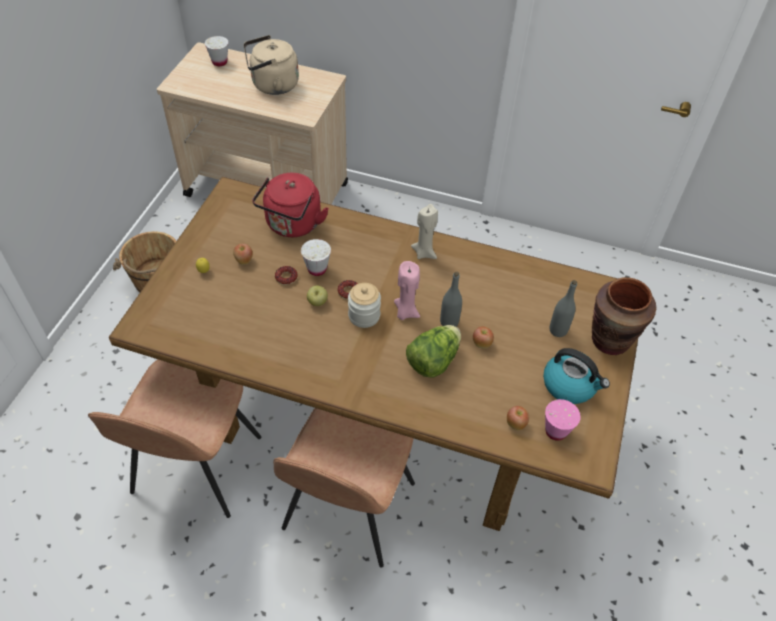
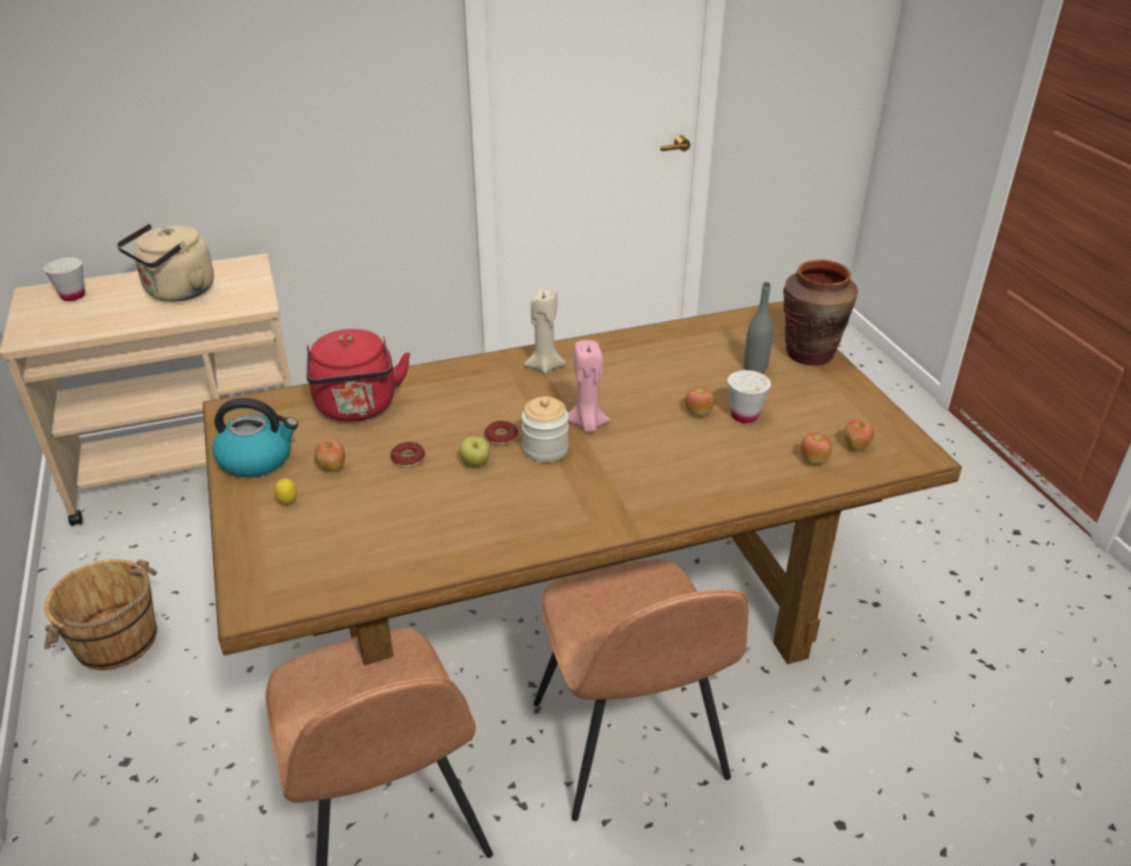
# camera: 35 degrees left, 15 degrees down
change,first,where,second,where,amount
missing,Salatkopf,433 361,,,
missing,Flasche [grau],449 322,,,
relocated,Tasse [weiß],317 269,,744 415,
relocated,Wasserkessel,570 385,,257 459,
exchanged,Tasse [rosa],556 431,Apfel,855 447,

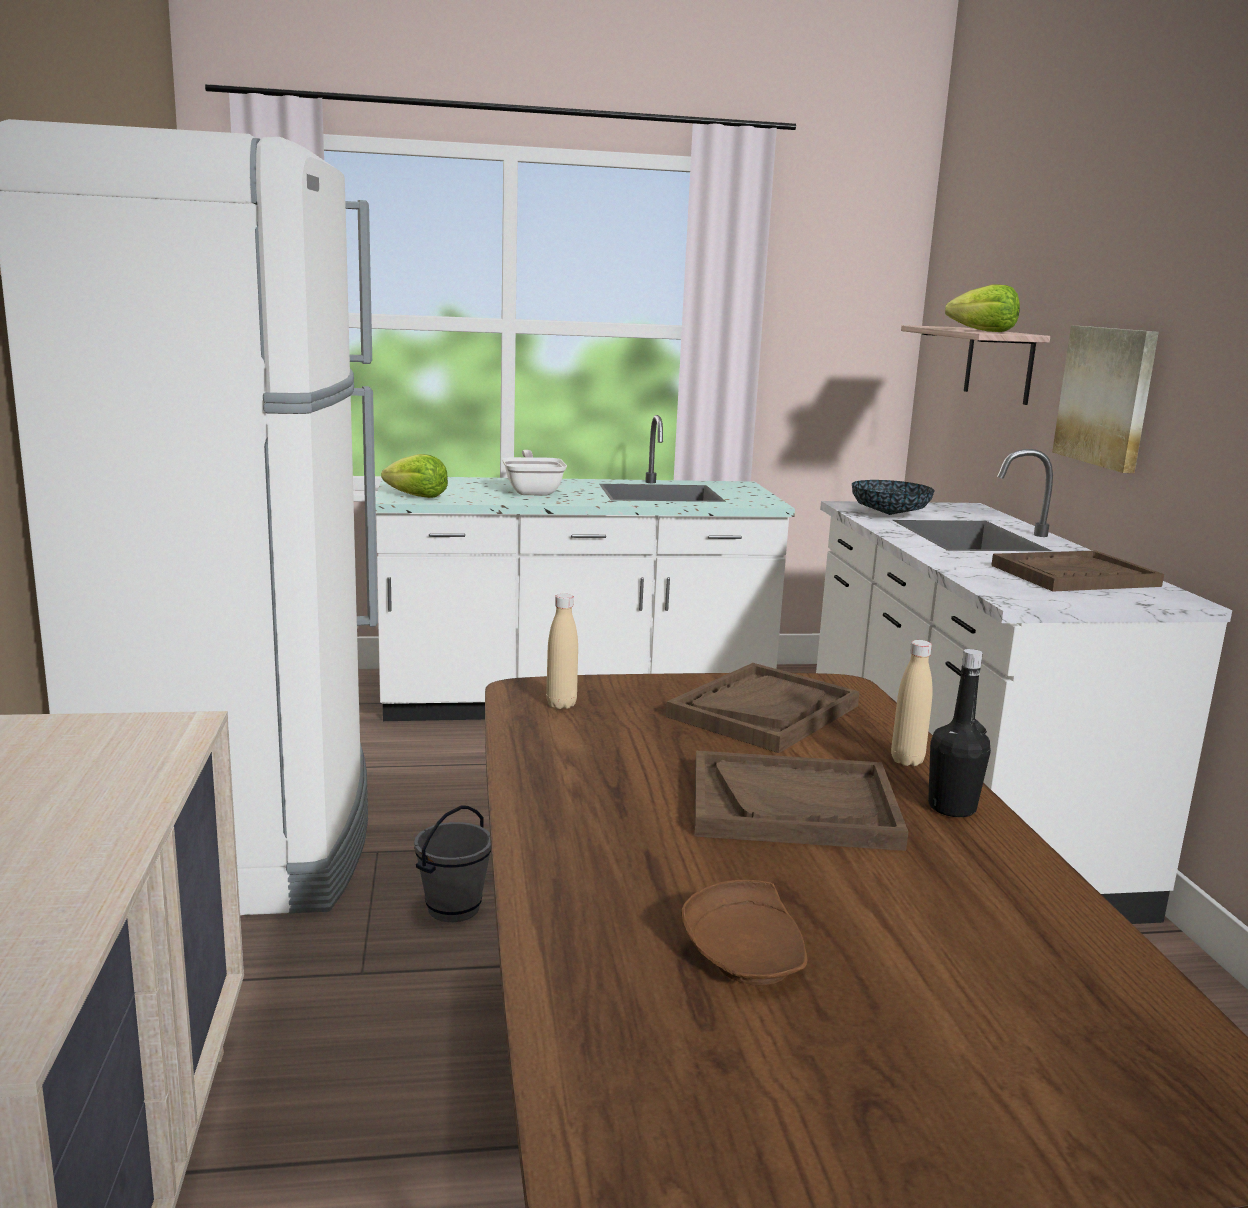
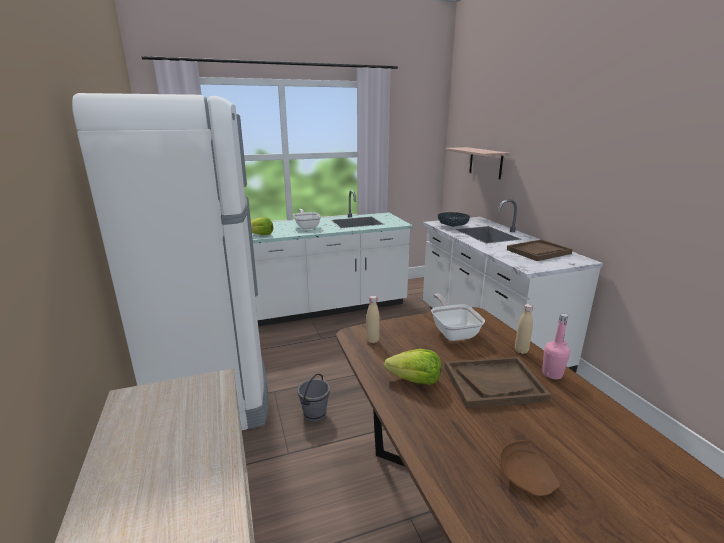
# camera: 10 degrees left, 5 degrees up
change,first,where,second,where,amount
missing,Bild,1107 396,,,
relocated,Salatkopf,983 331,,415 381,
exchanged,Tablett [braun],763 711,Pfanne,453 332,
colour,Flasche [schwarz],952 807,Flasche [rosa],552 374,

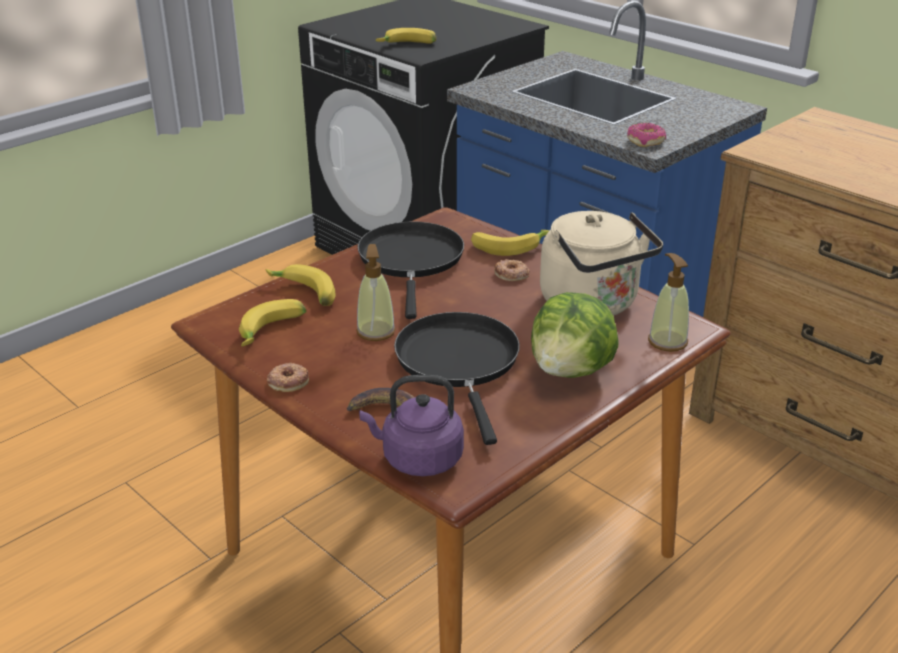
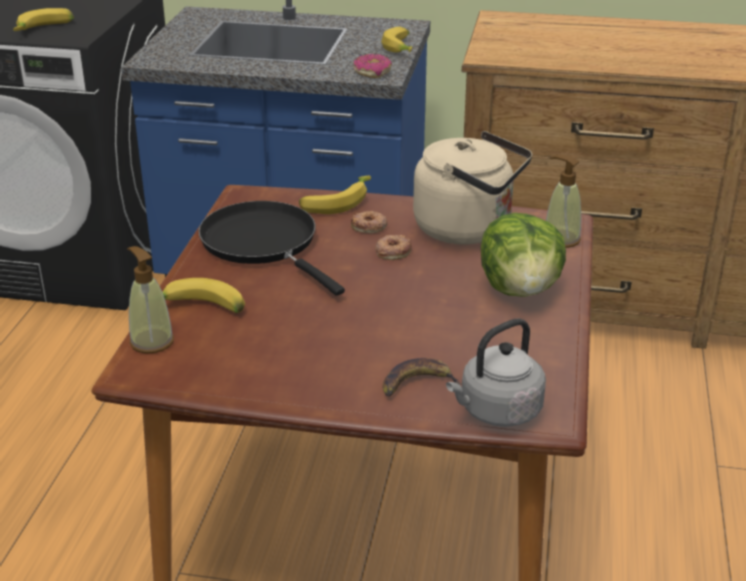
# camera: 35 degrees left, 0 degrees up
change,first,where,second,where,amount
missing,Pfanne [schwarz],459 363,,,
relocated,Banane,272 332,,402 49,
relocated,Donut,288 381,,392 251,
relocated,Seifenspender,376 331,,151 341,
colour,Wasserkessel [lila],418 459,Wasserkessel [grau],497 412,

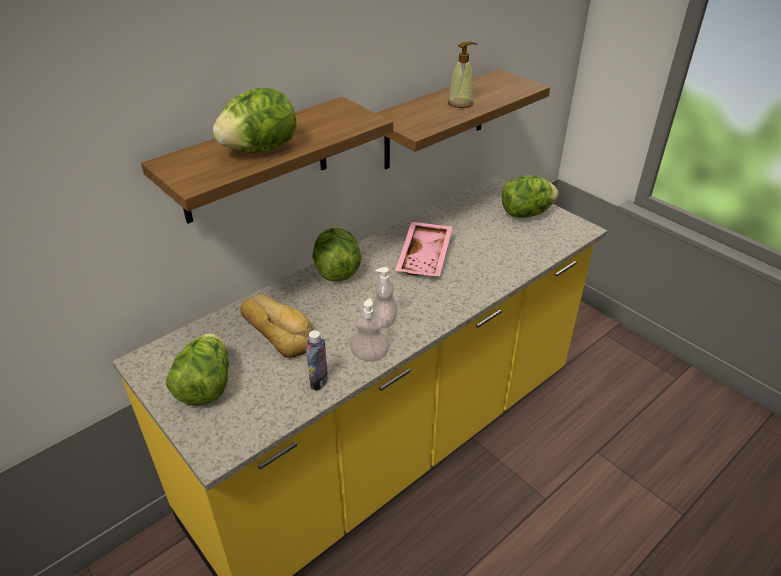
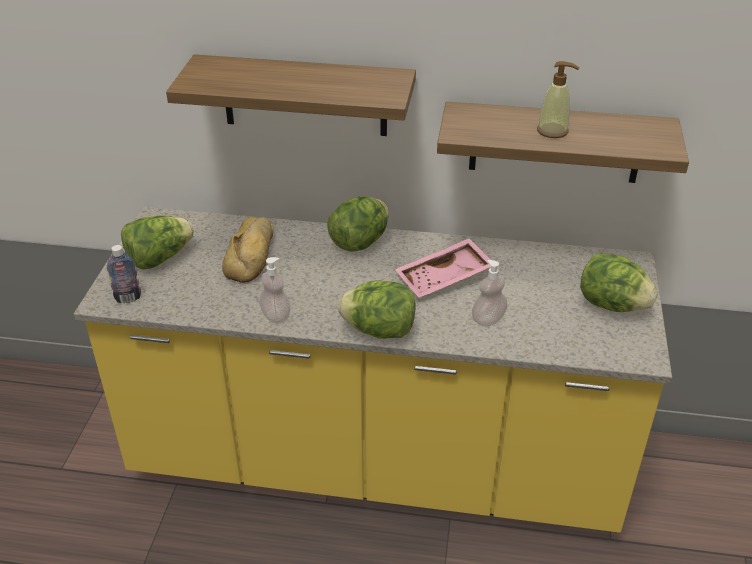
# camera: 50 degrees right, 0 degrees up
change,first,where,second,where,amount
relocated,Salatkopf,260 149,,379 330,
relocated,Flasche,319 382,,128 298,
relocated,Seifenspender,384 321,,488 319,

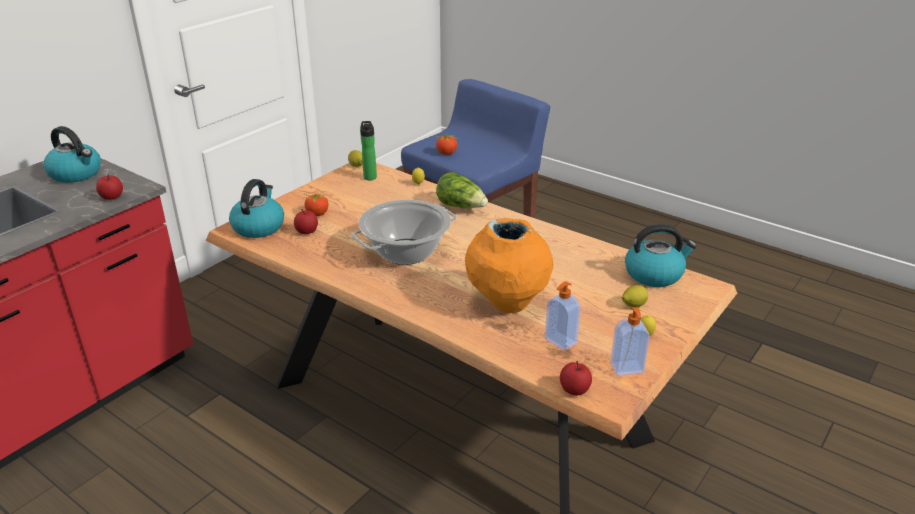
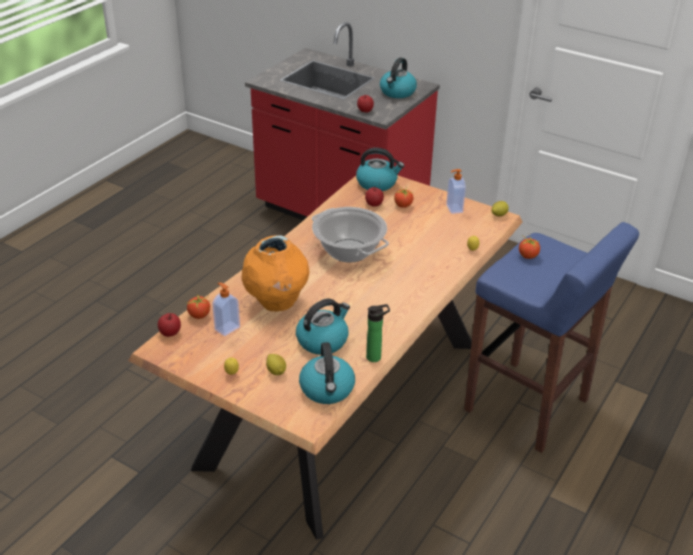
# camera: 85 degrees right, 5 degrees up
change,first,where,second,where,amount
missing,Salatkopf,461 206,,,
appeared,,,Tomate,199 315,
appeared,,,Wasserkessel,322 340,
relocated,Flasche,370 176,,376 357,
relocated,Seifenspender,627 369,,453 209,

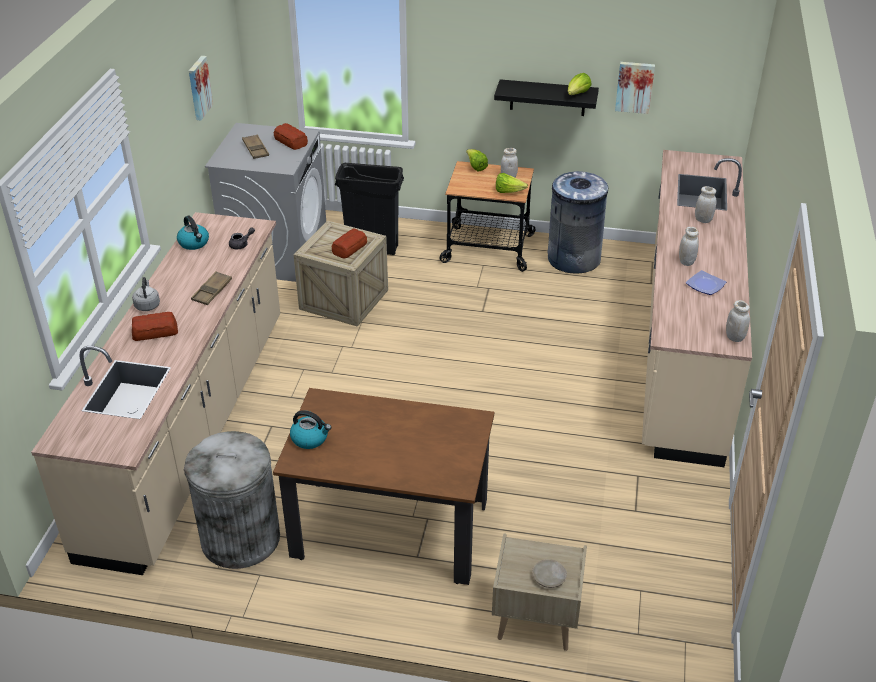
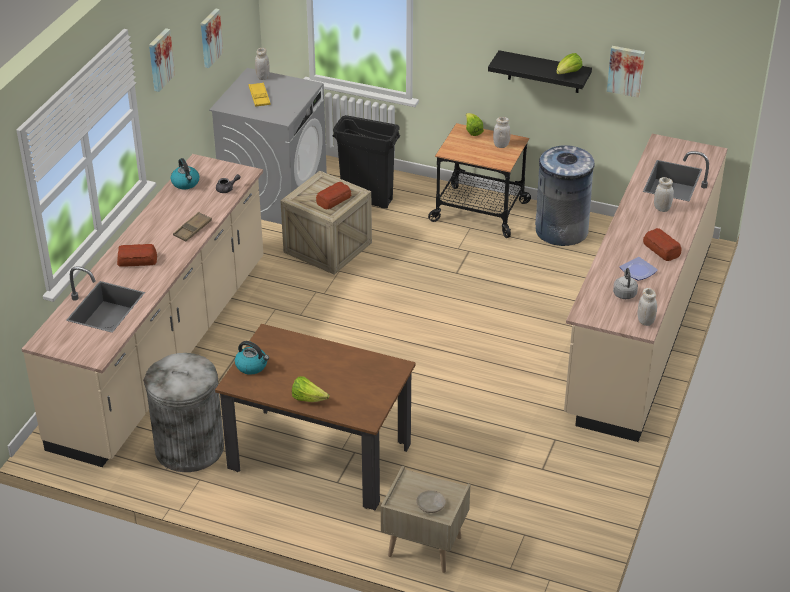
# camera: 10 degrees right, 0 degrees up
change,first,where,second,where,amount
appeared,,,Bild,159 59,
relocated,Wasserkessel [grau],147 305,,624 293,
relocated,Brot,291 142,,661 249,
relocated,Salatkopf,508 192,,308 399,
relocated,Vorratsglas [weiß],686 262,,262 77,
colour,Tablett [braun],255 149,Tablett [gelb],259 97,

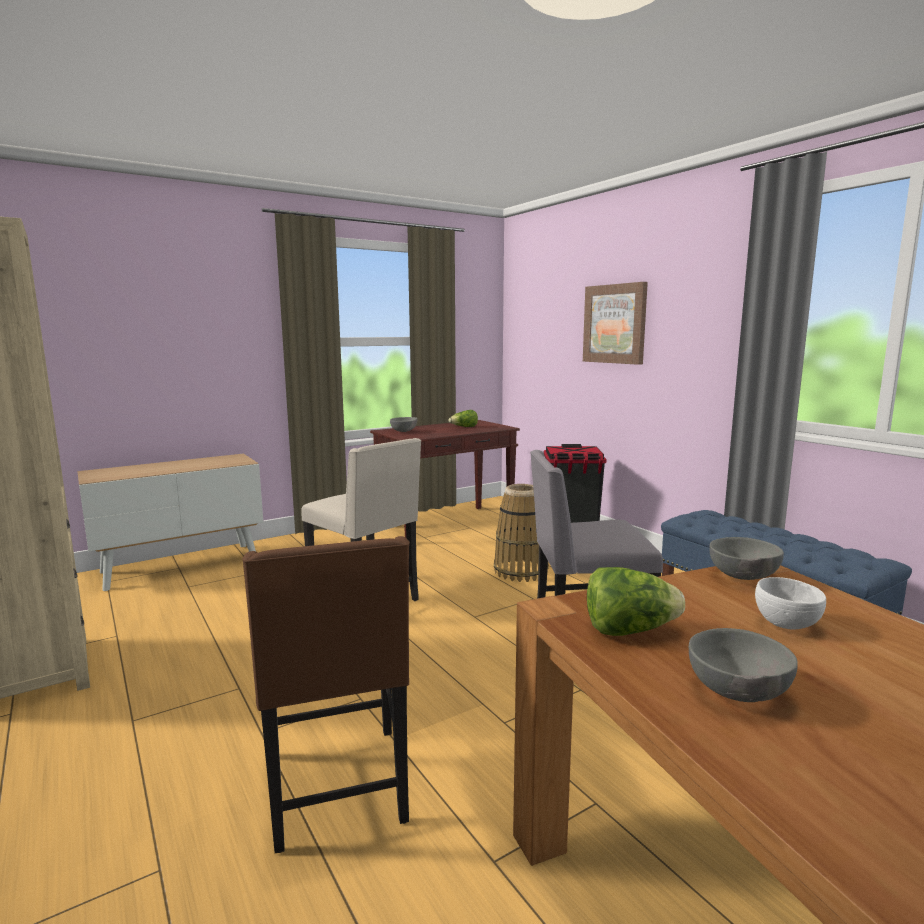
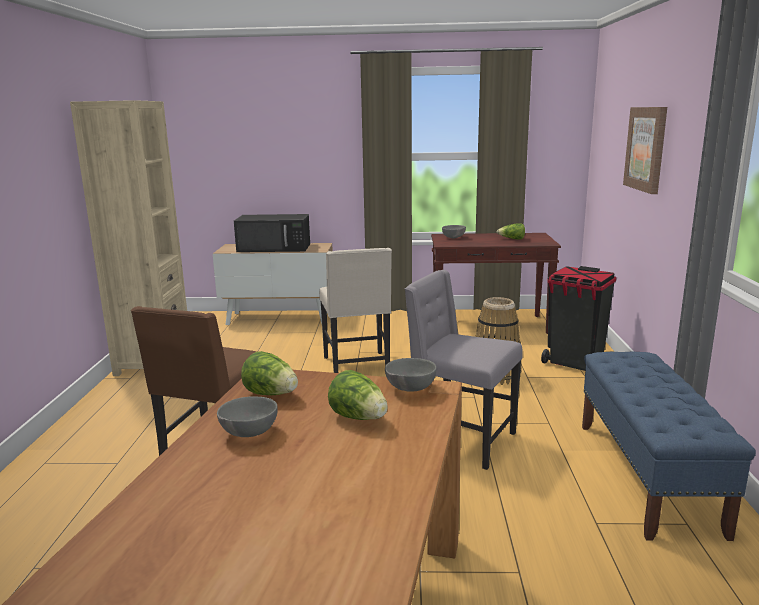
# camera: 35 degrees right, 5 degrees up
change,first,where,second,where,amount
appeared,,,Mikrowelle [schwarz],275 248,
exchanged,Schüssel [weiß],785 624,Salatkopf,359 418,

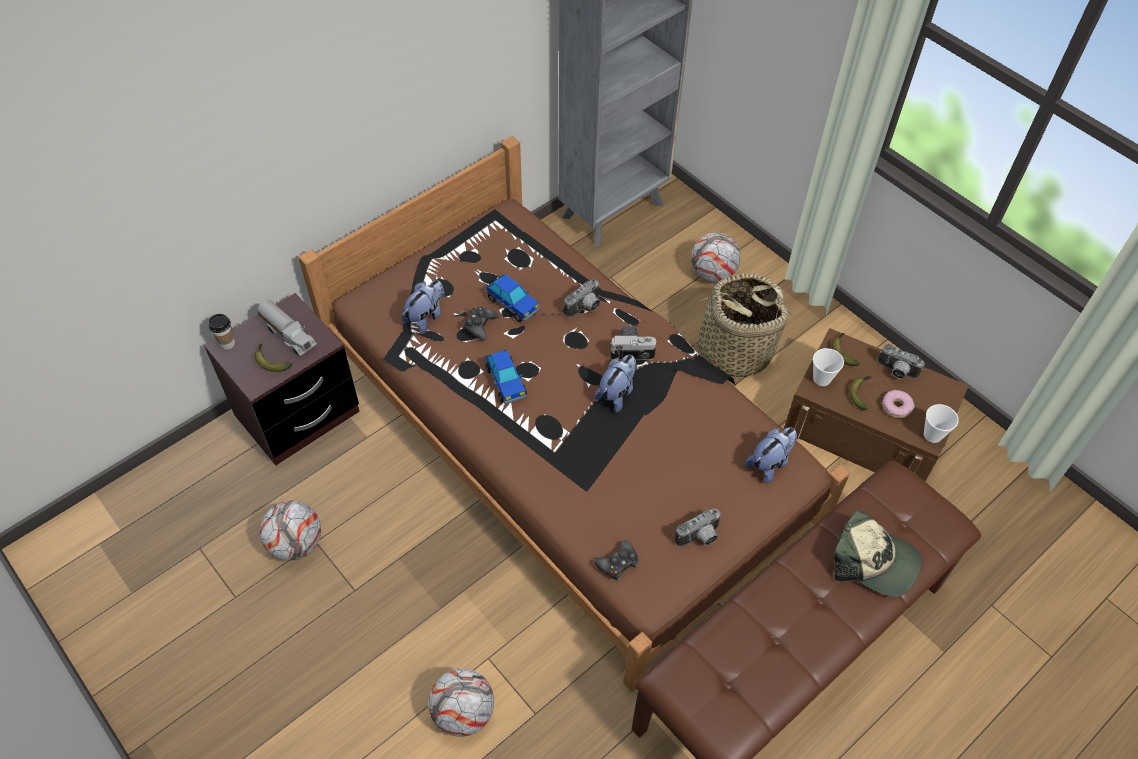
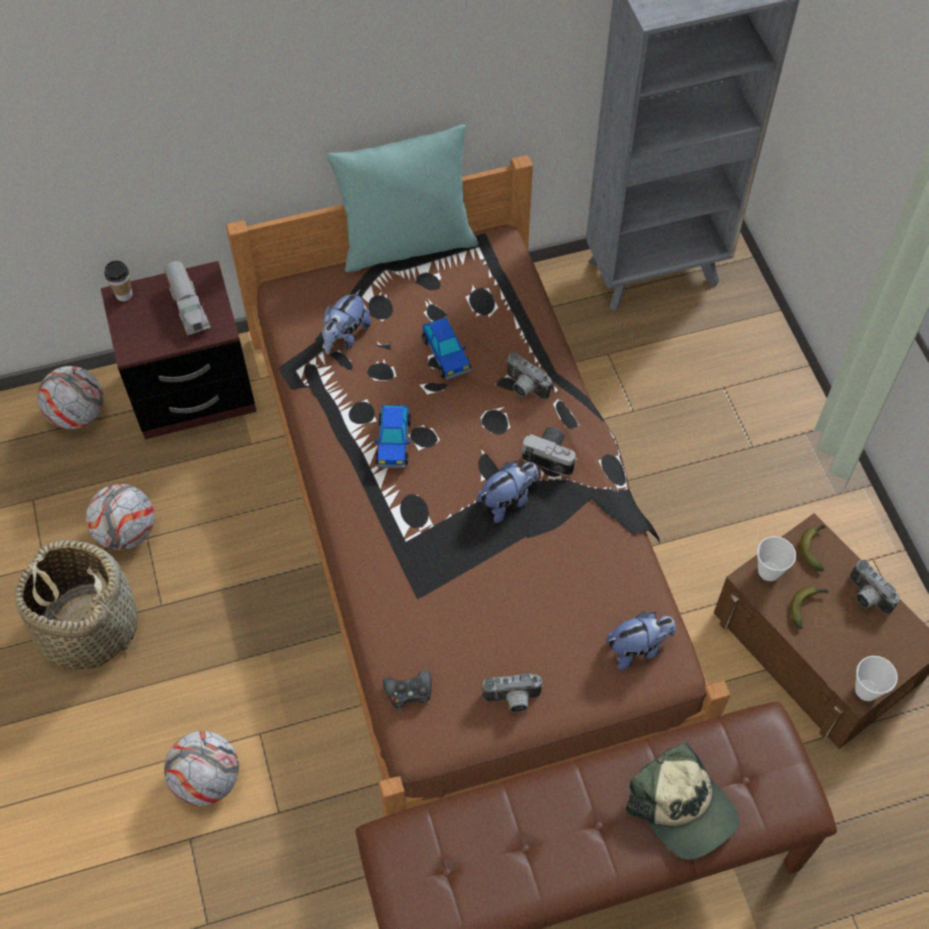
# camera: 25 degrees right, 5 degrees up
change,first,where,second,where,amount
missing,Banane,271 361,,,
missing,Gamepad [schwarz],480 325,,,
missing,Donut,896 407,,,
appeared,,,Kissen [türkis],407 244,
relocated,Korb,734 350,,88 627,
relocated,Fußball,712 273,,77 414,
spun,Plüschtier,426 317,,345 336,150 degrees clockwise
spun,Kamera,585 308,,524 388,60 degrees clockwise

